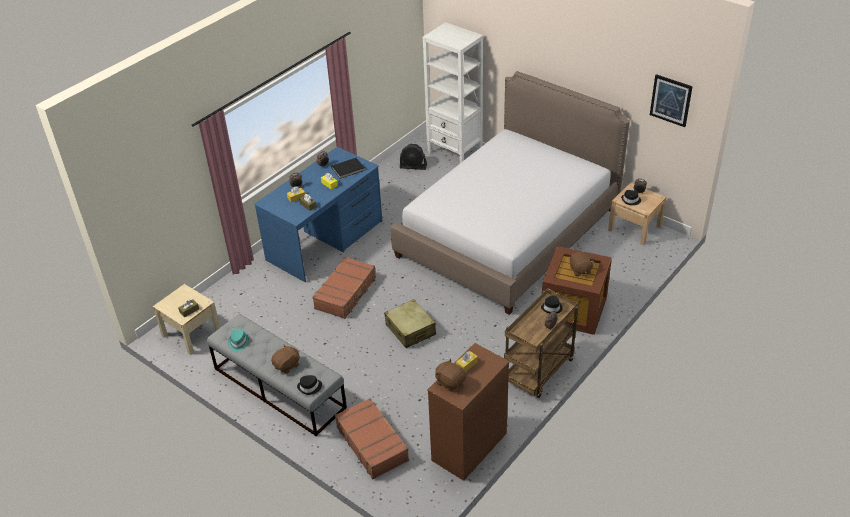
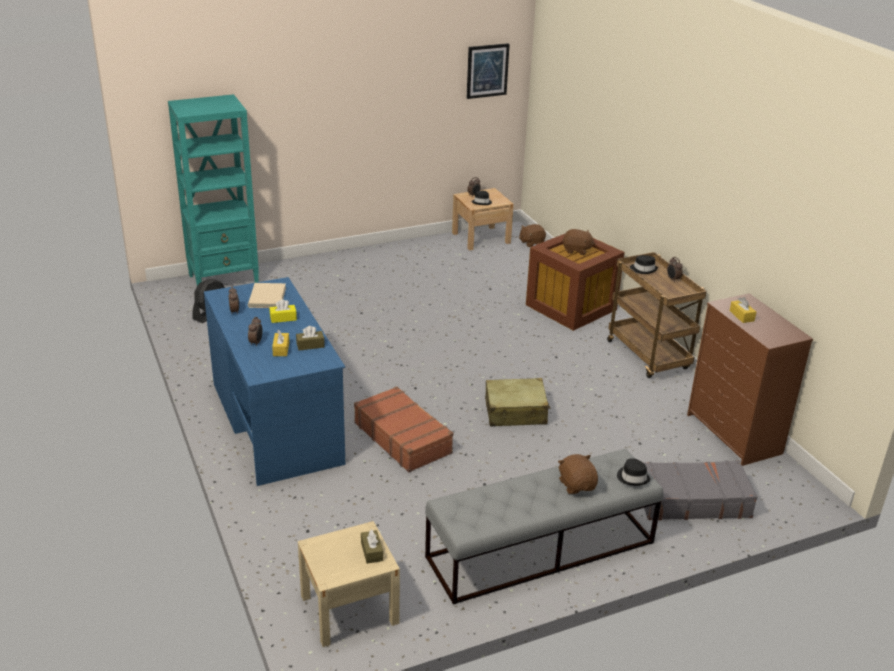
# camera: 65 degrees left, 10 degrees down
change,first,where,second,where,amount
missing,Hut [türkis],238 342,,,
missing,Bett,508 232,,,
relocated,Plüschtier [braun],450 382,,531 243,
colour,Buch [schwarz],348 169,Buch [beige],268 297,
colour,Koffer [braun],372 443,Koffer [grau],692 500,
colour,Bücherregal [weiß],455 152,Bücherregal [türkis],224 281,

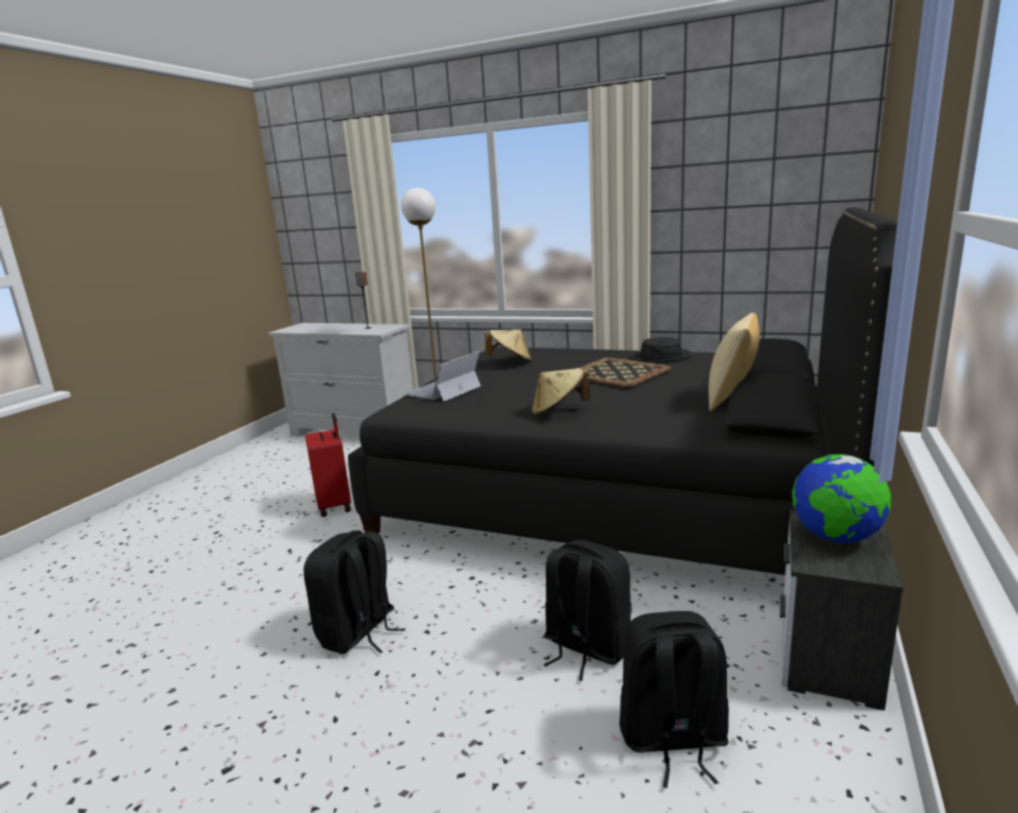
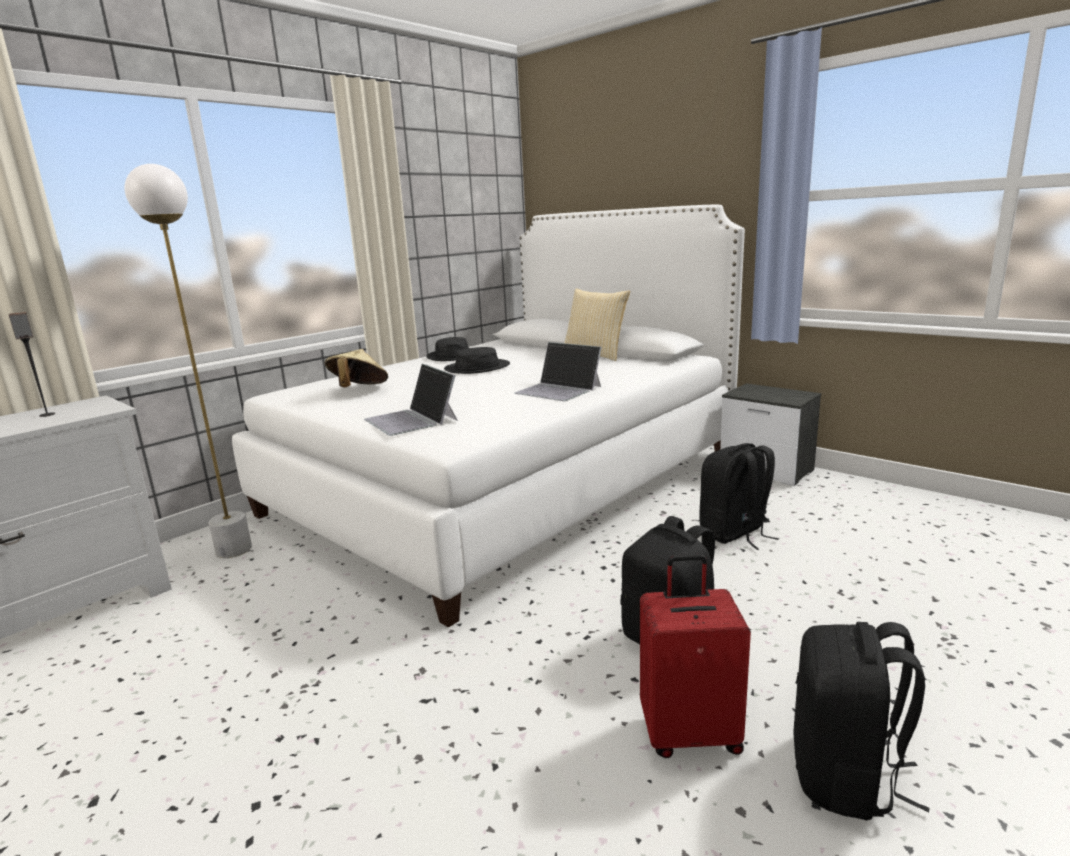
# camera: 70 degrees left, 0 degrees up
change,first,where,second,where,amount
missing,Globus,836 537,,,
relocated,Koffer [rot],335 505,,690 732,
relocated,Rucksack [schwarz],672 740,,845 776,
exchanged,Hut [beige],558 411,Laptop,558 390,
exchanged,Tablett,617 372,Hut [schwarz],477 368,
colour,Bett [schwarz],616 494,Bett [weiß],508 482,

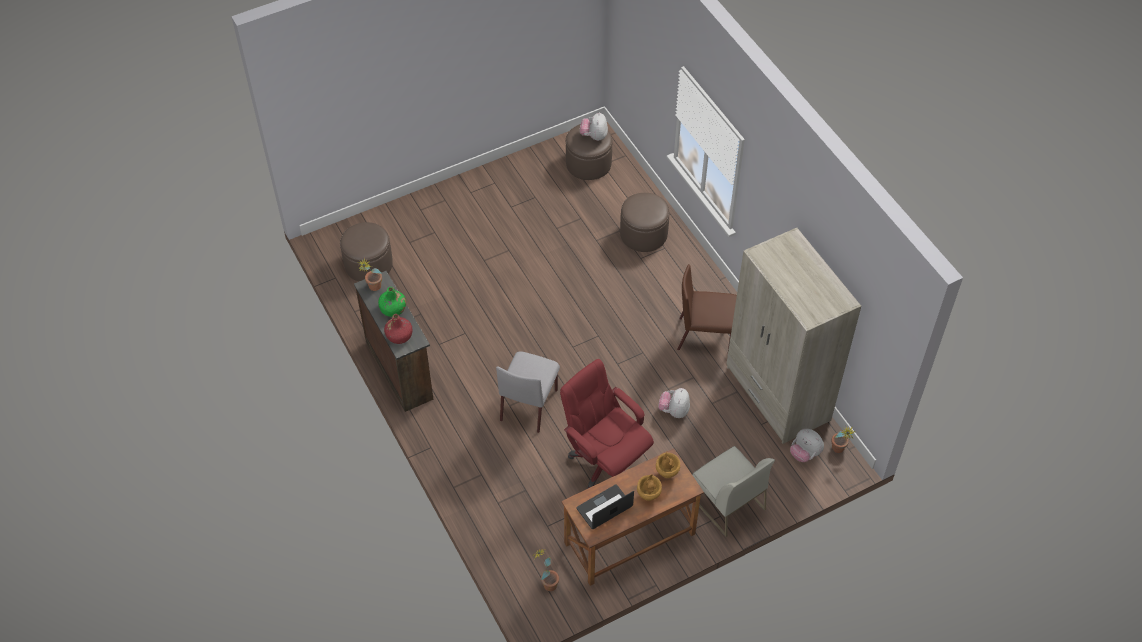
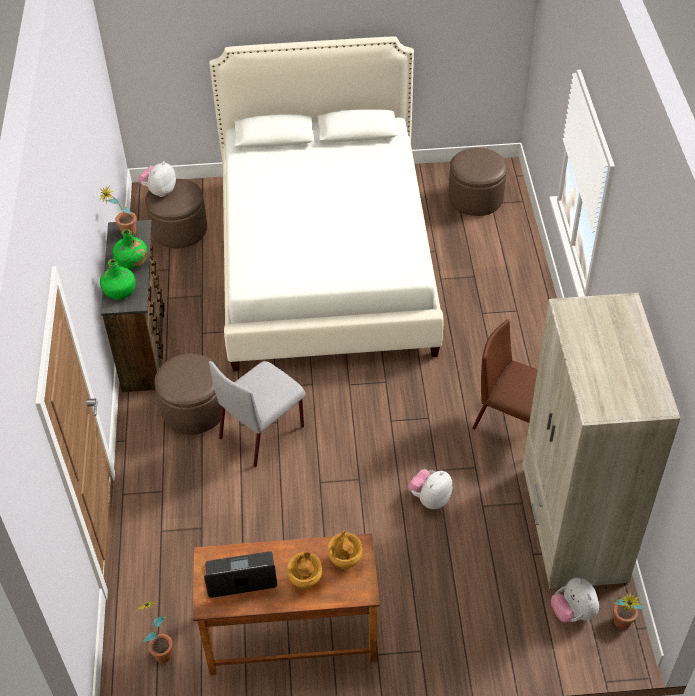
# camera: 25 degrees right, 5 degrees down
change,first,where,second,where,amount
missing,Bürostuhl [rot],605 462,,,
missing,Stuhl [weiß],727 503,,,
appeared,,,Bett [weiß],326 261,
relocated,Plüschtier,594 136,,159 191,
relocated,Polsterhocker [braun],643 234,,193 409,
colour,Flasche [rot],399 335,Flasche [grün],120 290,

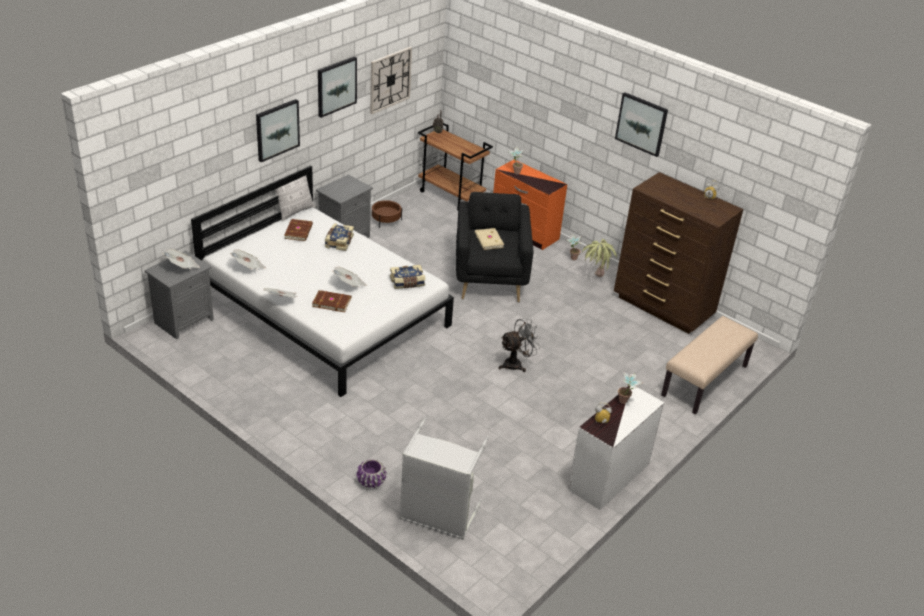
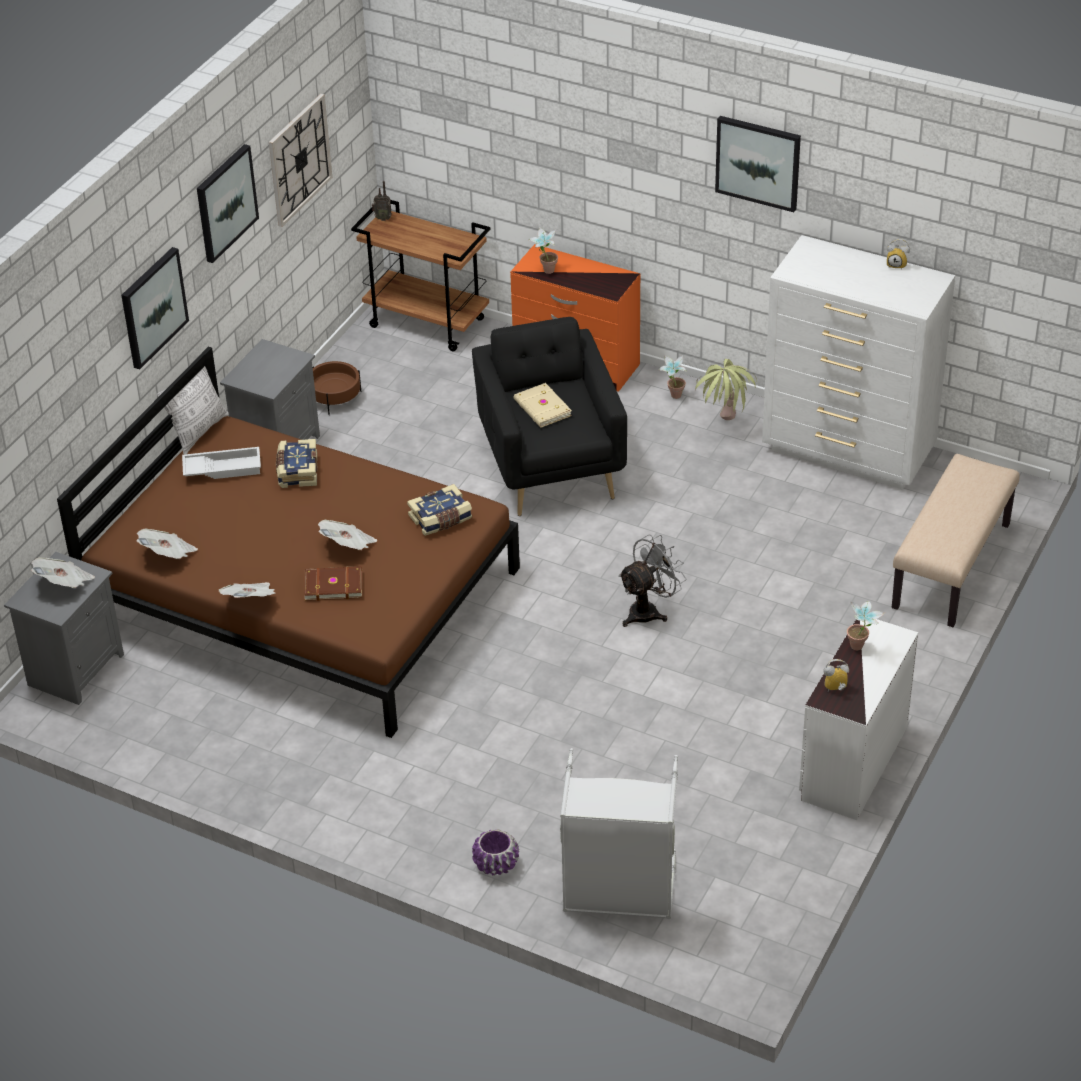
# camera: 10 degrees left, 5 degrees up
change,first,where,second,where,amount
exchanged,Buch [braun],299 231,Tablett [weiß],223 468,
colour,Bett [weiß],325 312,Bett [braun],303 595,
colour,Kommode [braun],663 307,Kommode [weiß],849 451,

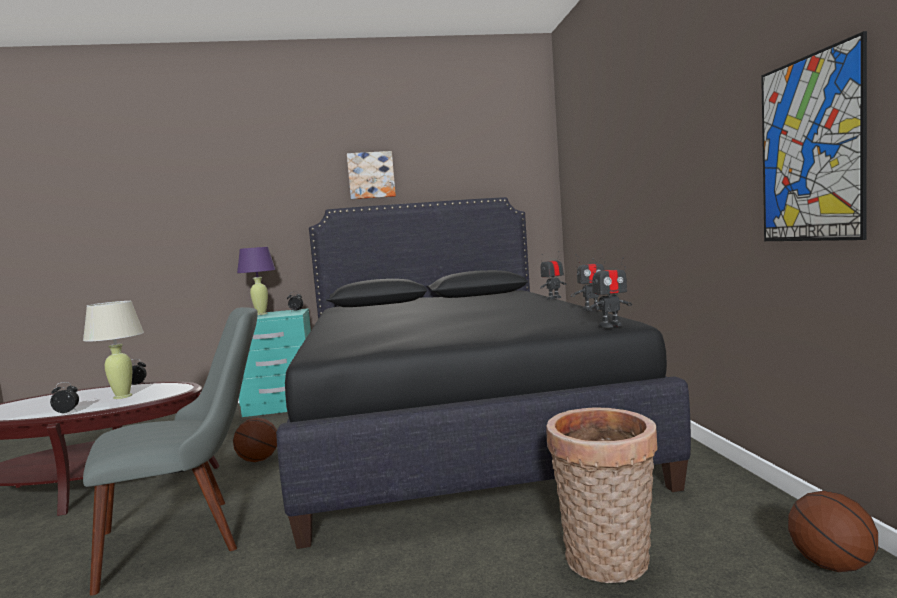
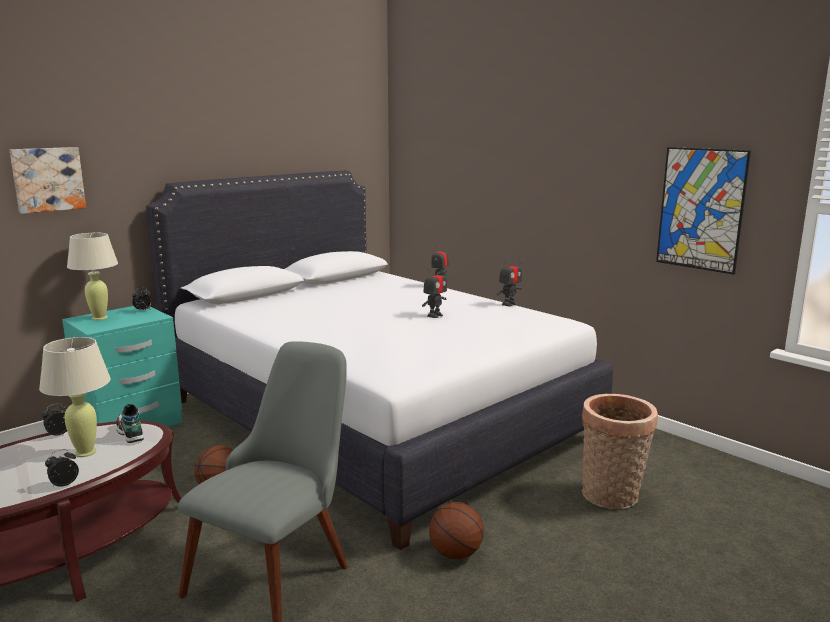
# camera: 35 degrees left, 10 degrees up
change,first,where,second,where,amount
appeared,,,Schuh,130 433,
relocated,Bild,371 175,,48 179,
relocated,Spielzeugroboter,610 325,,435 315,
relocated,Basketball,832 565,,456 553,
colour,Tischlampe [lila],261 314,Tischlampe [beige],99 318,
colour,Bett [schwarz],454 428,Bett [weiß],373 418,

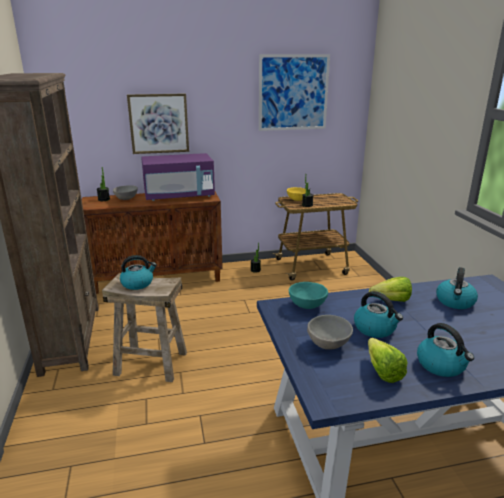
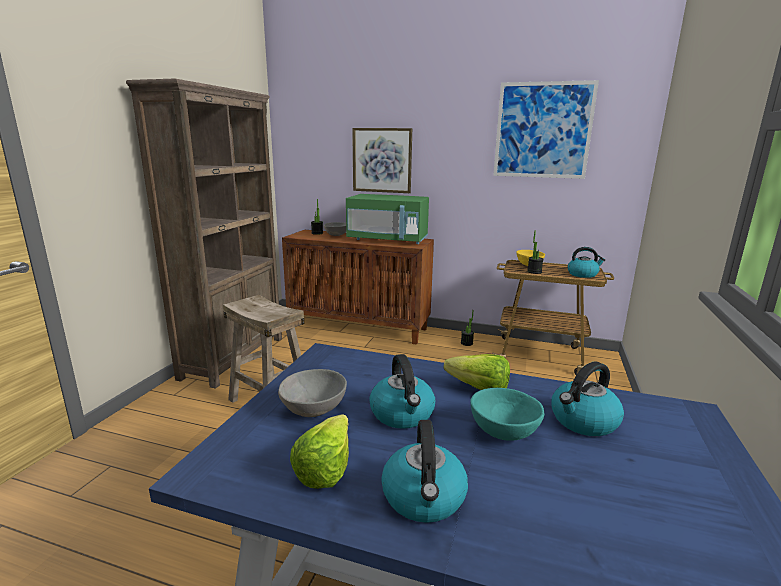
# camera: 30 degrees right, 5 degrees down
change,first,where,second,where,amount
relocated,Wasserkessel,138 283,,583 274,
relocated,Schüssel [türkis],306 305,,503 432,
colour,Mikrowelle [lila],179 196,Mikrowelle [grün],388 240,

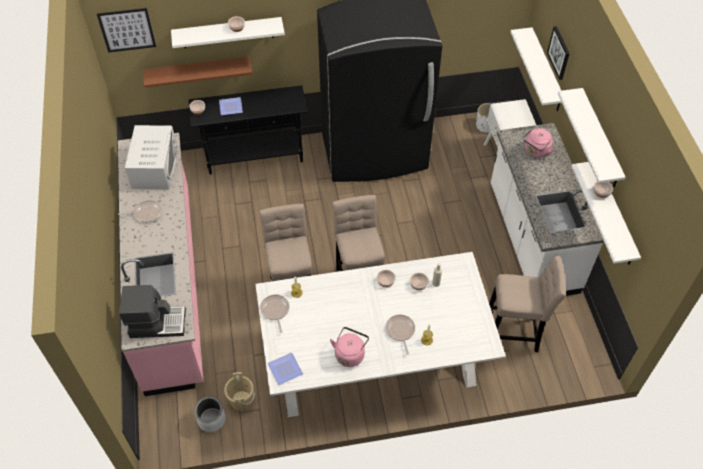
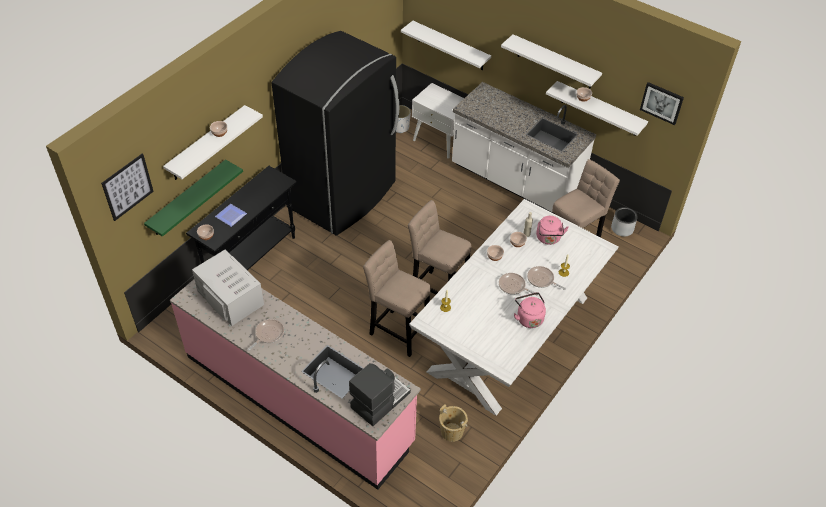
# camera: 45 degrees left, 5 degrees down
change,first,where,second,where,amount
missing,Teller,284 369,,,
relocated,Pflanzkübel [grau],211 419,,622 228,
relocated,Pfanne,275 311,,513 286,
relocated,Wasserkessel [rosa],535 151,,548 239,
relocated,Bild,559 52,,662 102,
colour,Wandregal [braun],198 71,Wandregal [grün],188 198,

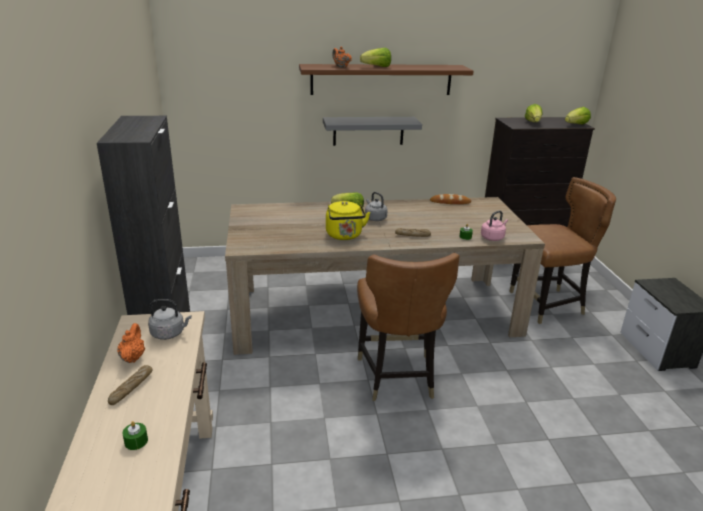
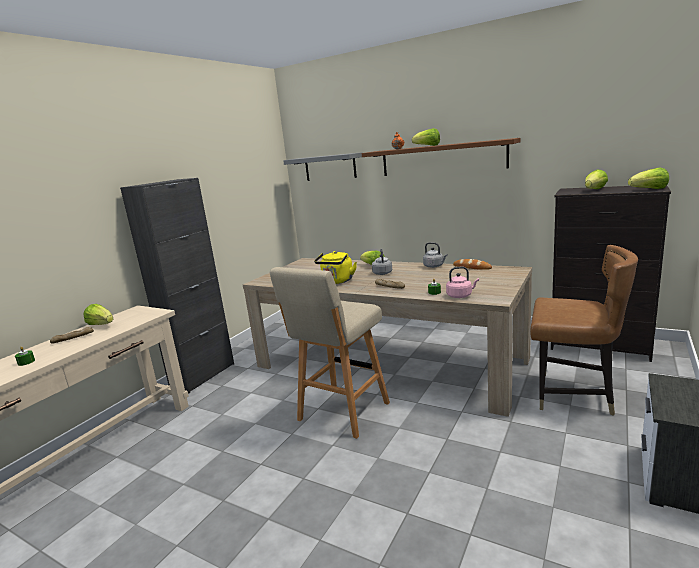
# camera: 40 degrees right, 10 degrees down
change,first,where,second,where,amount
relocated,Wasserkessel [grau],169 333,,434 266,
relocated,Wandregal [grau],368 131,,330 167,
exchanged,Teekanne [orange],133 357,Salatkopf,101 325,
exchanged,Stuhl [braun],397 377,Hocker [beige],342 413,

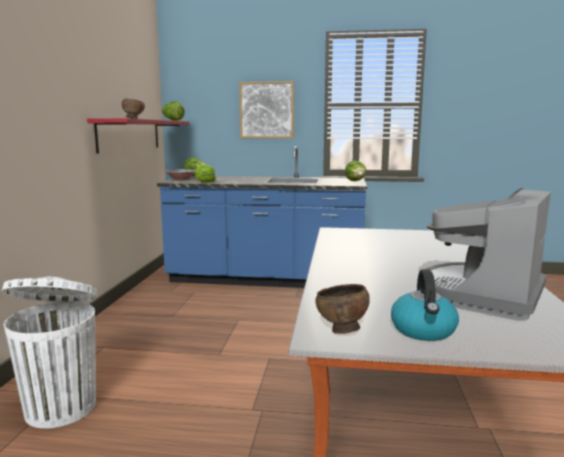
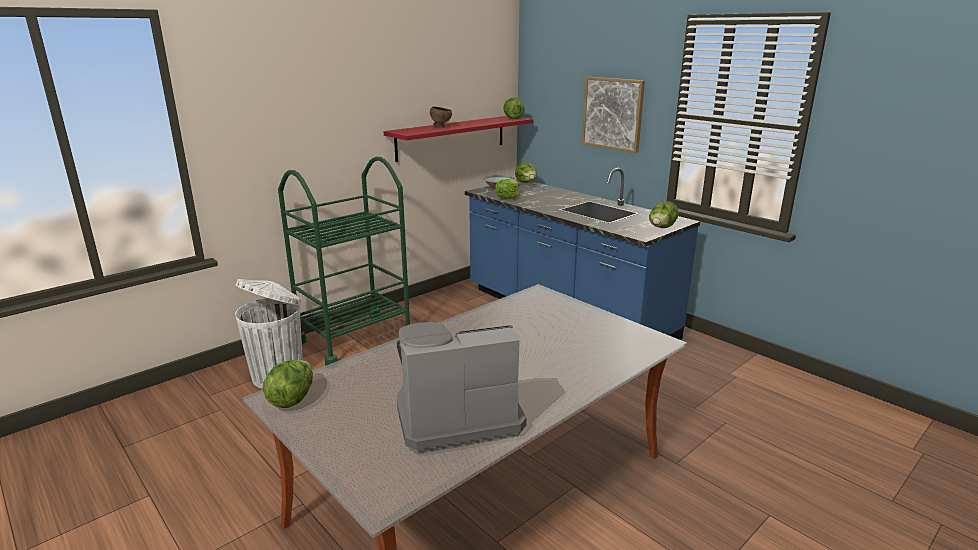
# camera: 40 degrees right, 10 degrees up
change,first,where,second,where,amount
missing,Wasserkessel,423 330,,,
appeared,,,Rollwagen [grün],354 339,
exchanged,Schüssel [braun],341 331,Salatkopf,292 398,

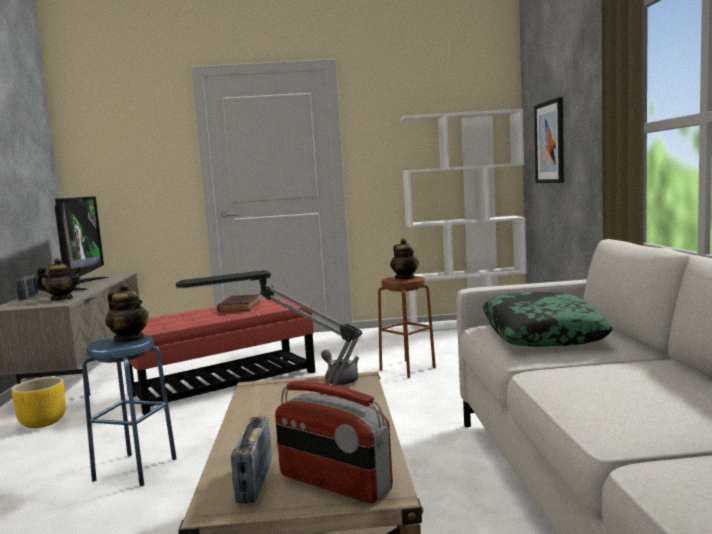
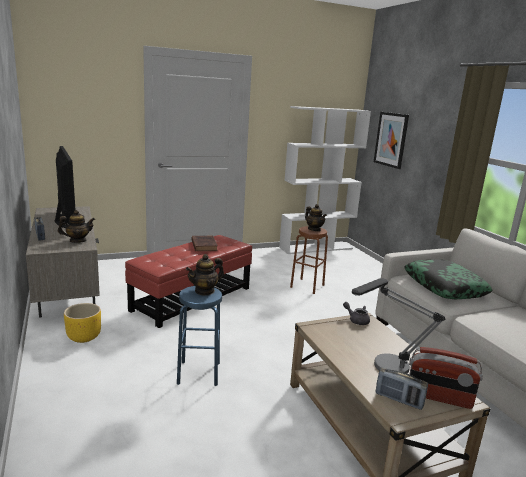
# camera: 20 degrees left, 10 degrees up
change,first,where,second,where,amount
spun,Teekanne,130 339,,204 291,120 degrees clockwise
spun,Radio,254 482,,399 400,45 degrees counterclockwise

